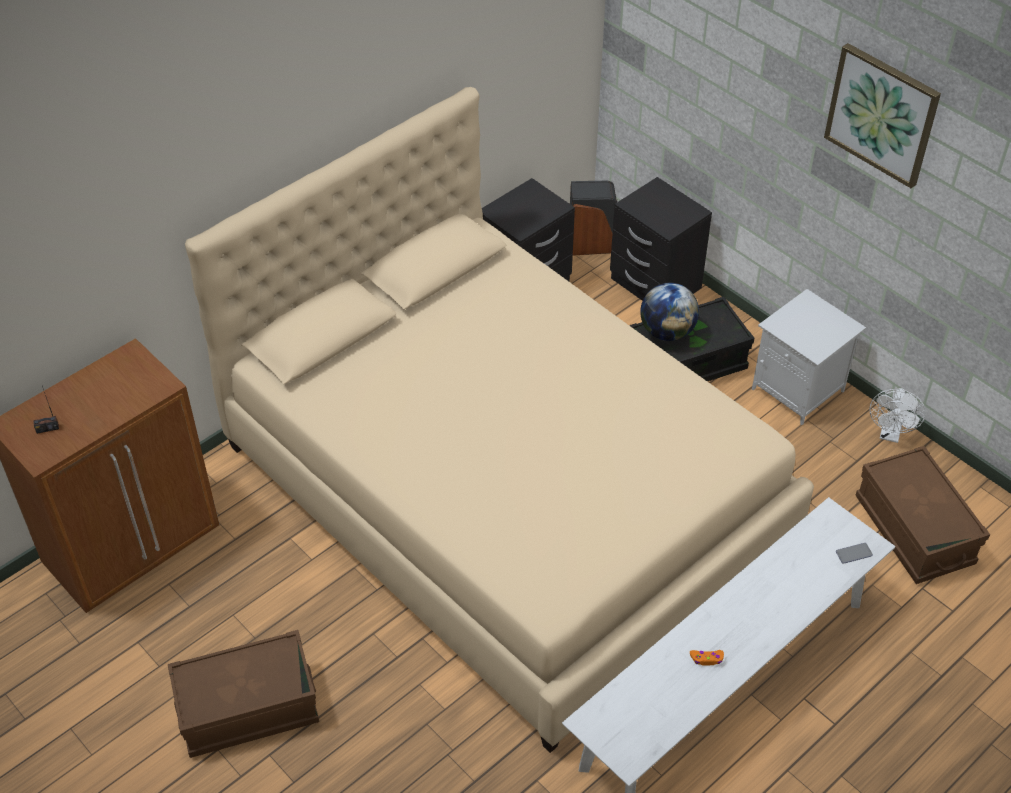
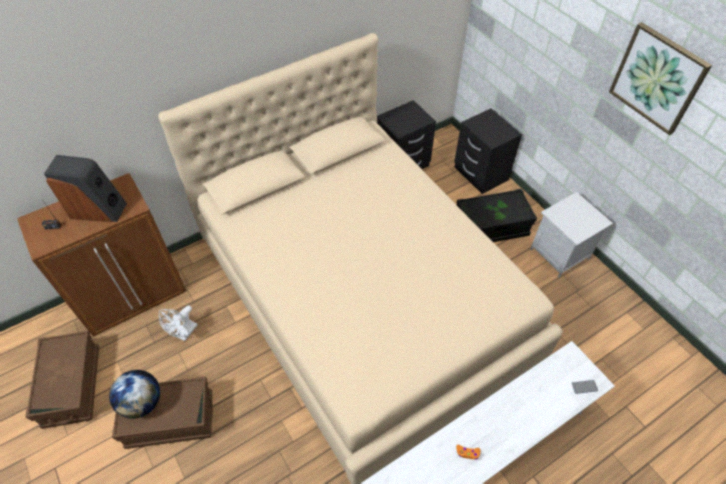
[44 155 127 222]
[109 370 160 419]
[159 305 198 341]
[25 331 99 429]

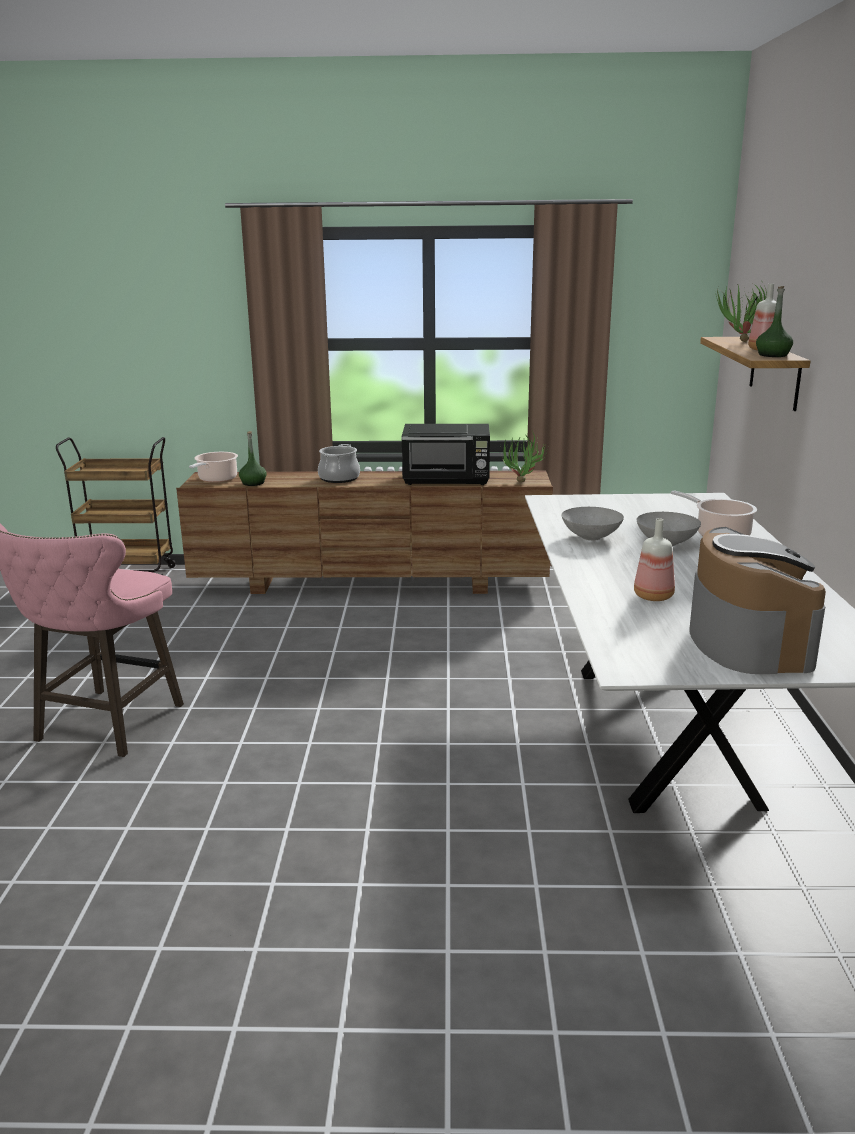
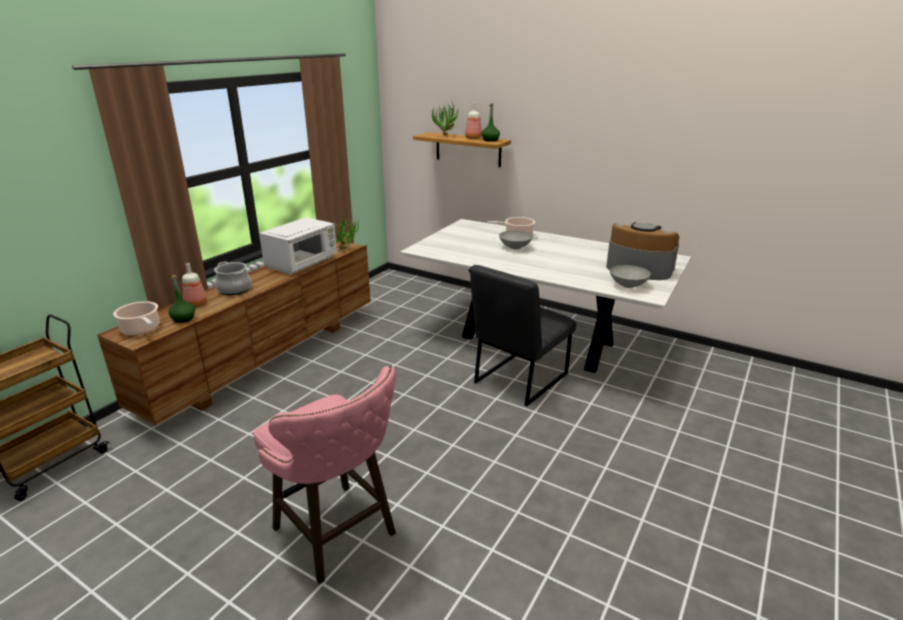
[259 217 337 275]
[610 265 651 288]
[182 263 207 307]
[470 265 576 406]

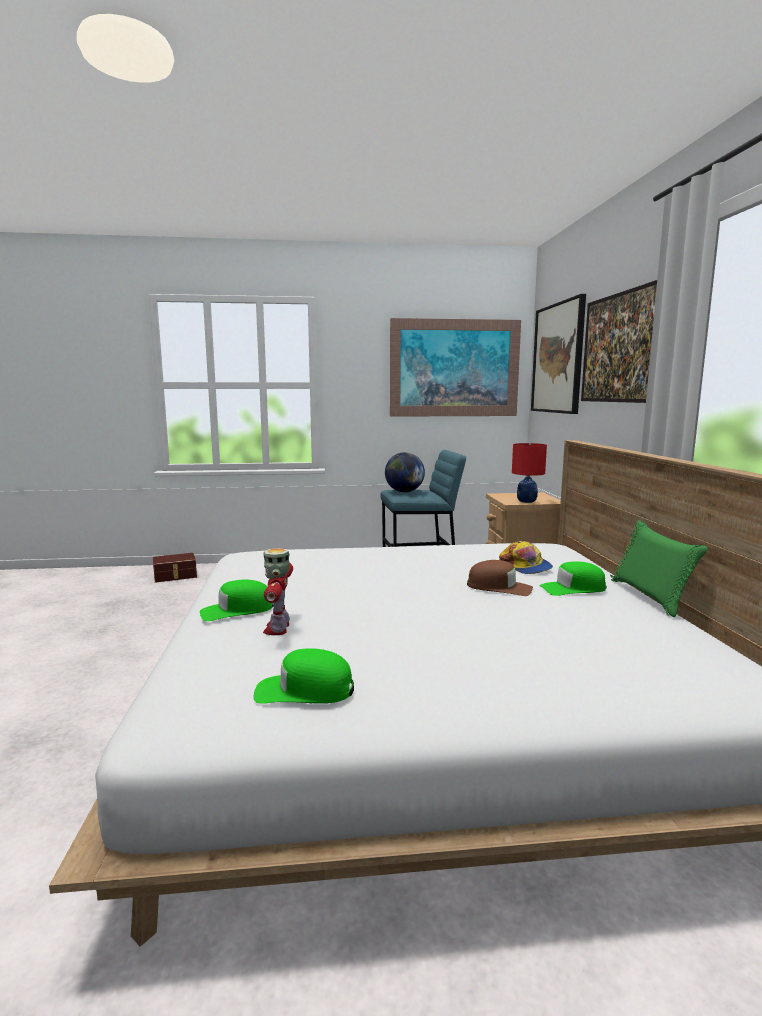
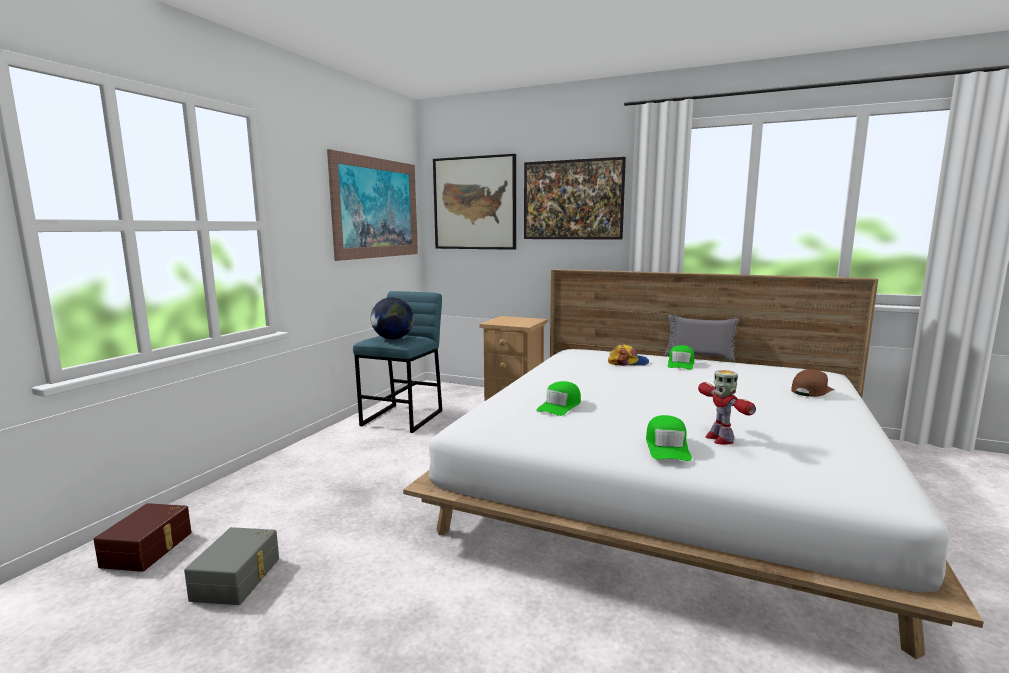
[512 443 547 503] (first image)
[664 314 739 362]
[698 370 756 445]
[791 369 834 397]
[536 381 581 416]
[184 527 279 605]

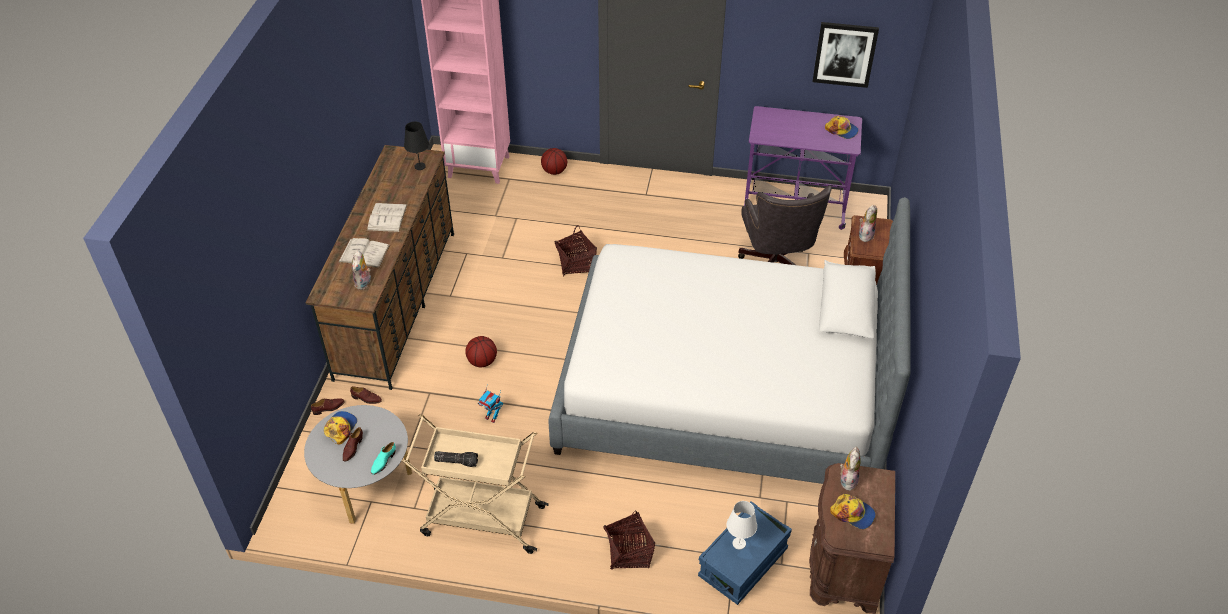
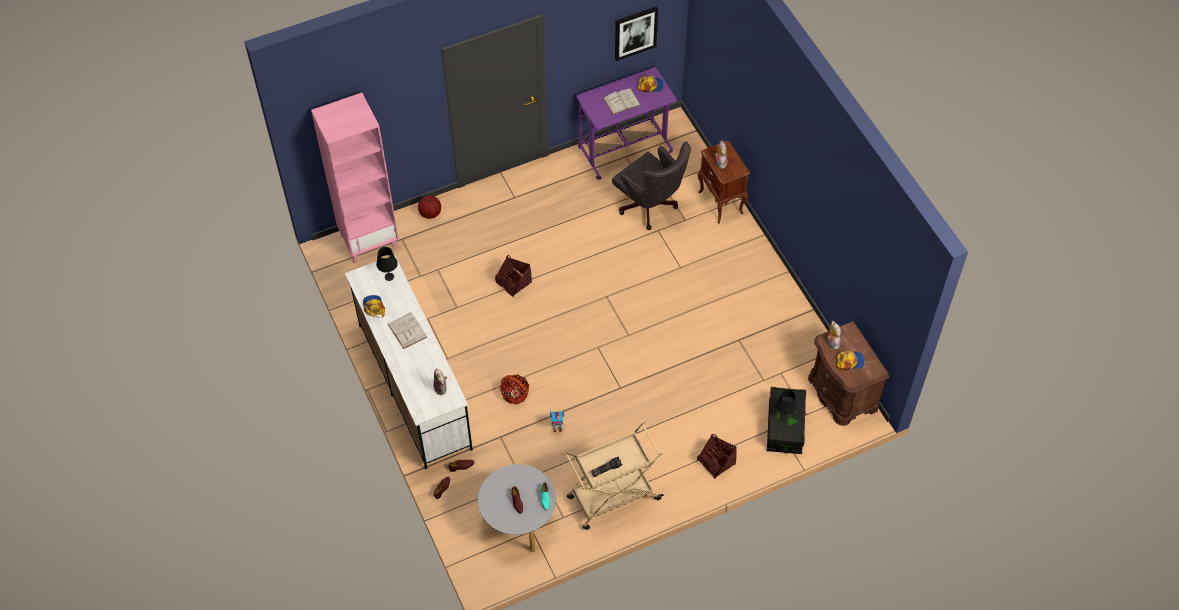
[345 255 473 469]
[548 197 911 484] (first image)
[603 88 641 115]
[500 374 529 404]
[363 295 385 317]
[767 387 806 454]
[776 389 797 421]

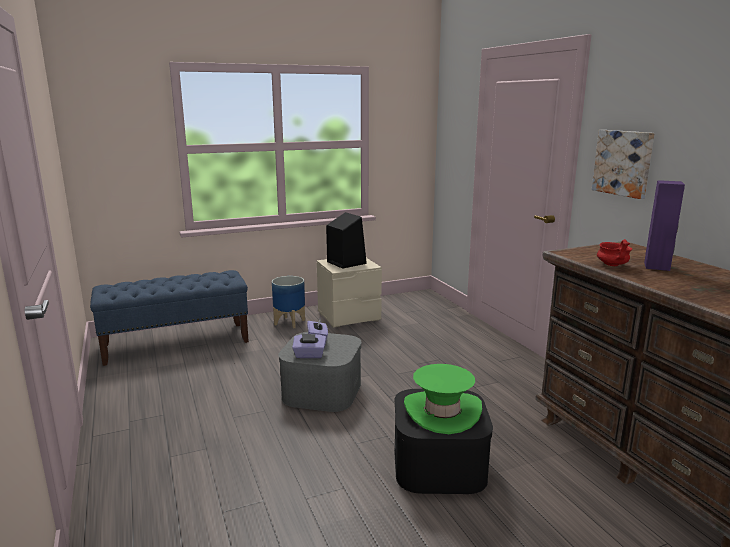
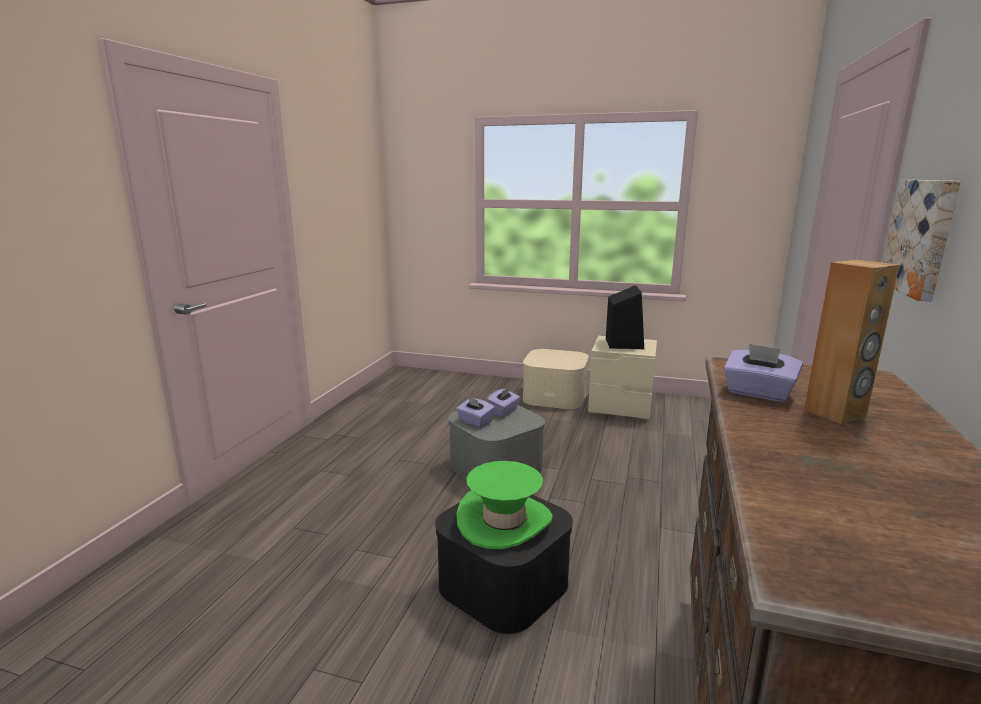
[804 260 899 424]
[724 343 803 402]
[90 270 249 366] (first image)
[523 349 589 409]

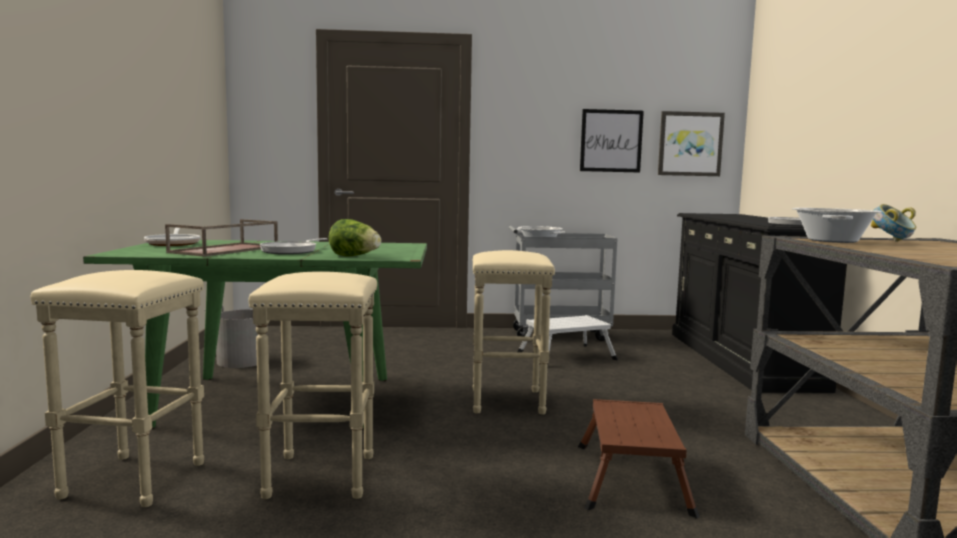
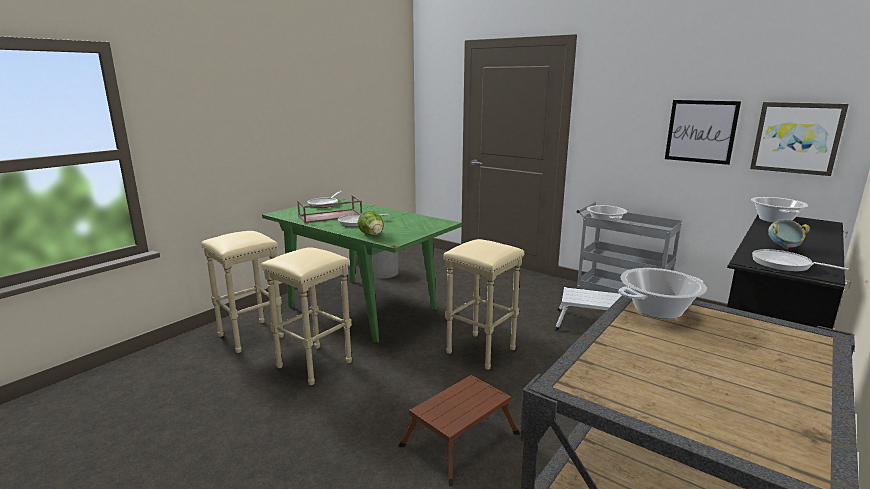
[768 219 810 249]
[751 197 808 223]

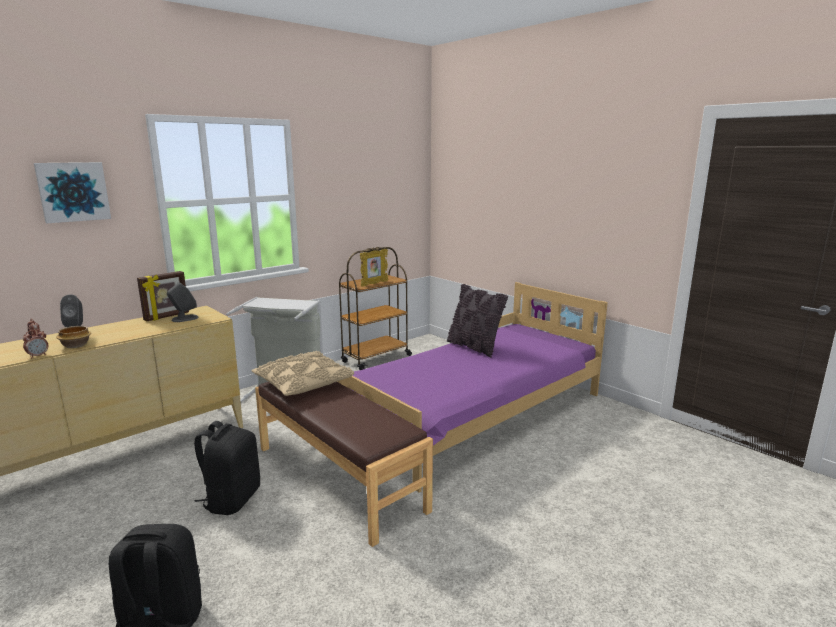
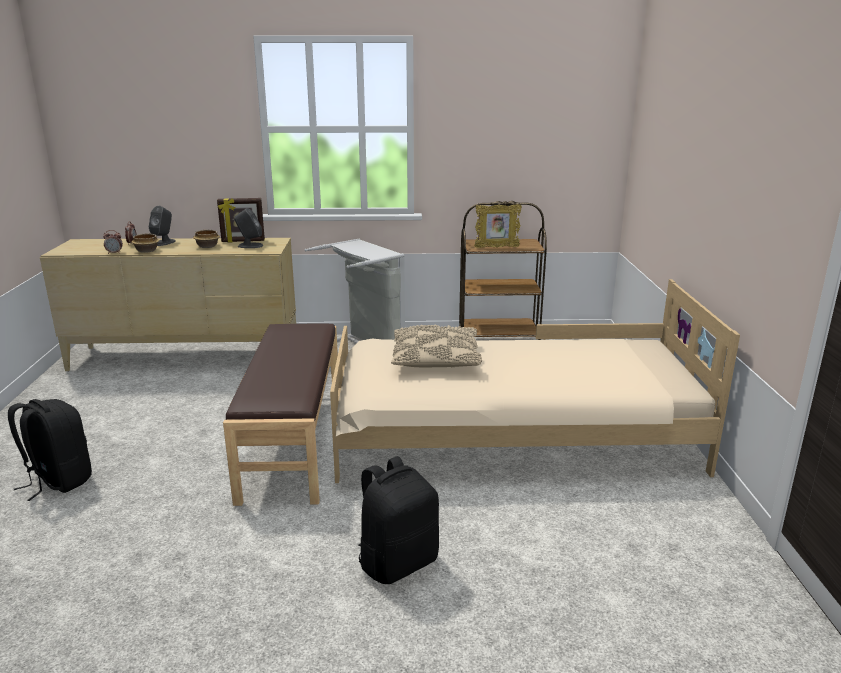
[34 162 111 223] (first image)
[330 279 740 483]
[447 284 508 358] (first image)
[391 325 482 367]
[359 456 439 584]
[193 230 220 248]

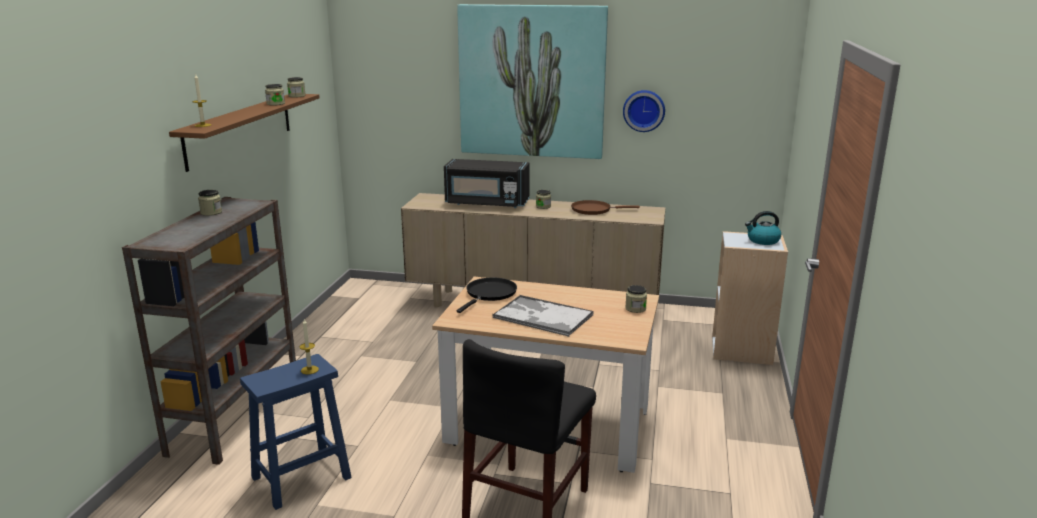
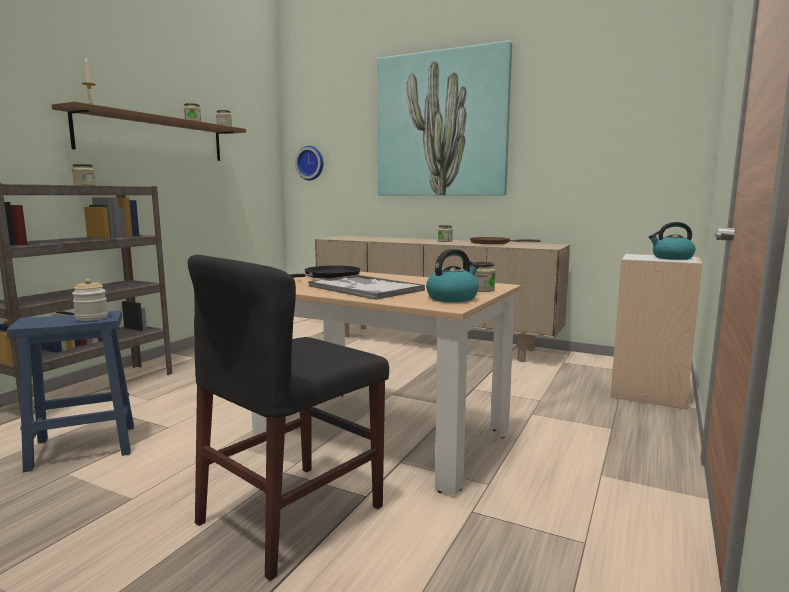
[295 146 323 181]
[444 159 530 208] (first image)
[72 279 108 321]
[426 249 479 302]

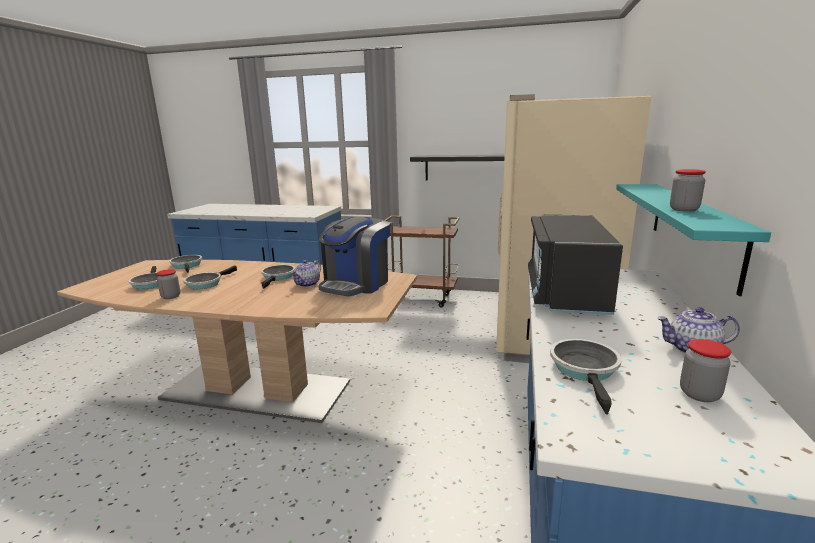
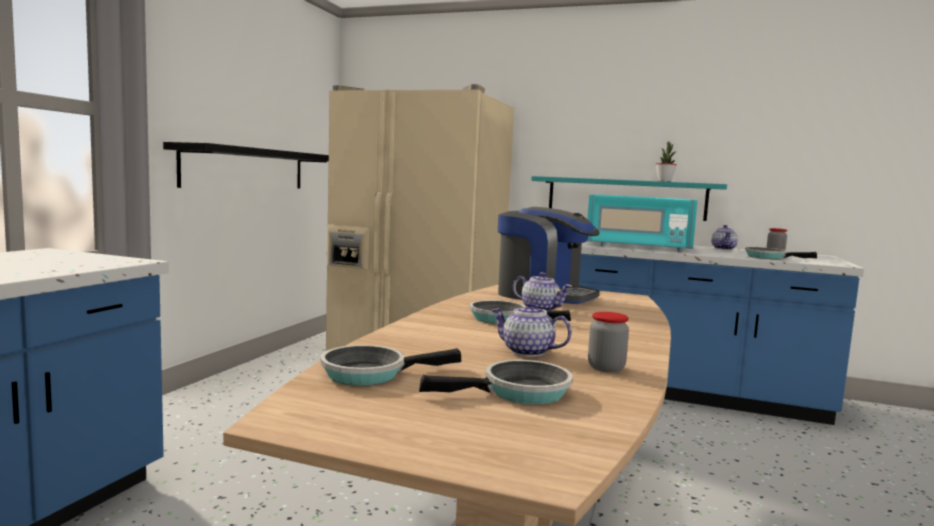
[656 142 677 182]
[587 195 698 252]
[384 216 460 308] (first image)
[491 301 572 357]

